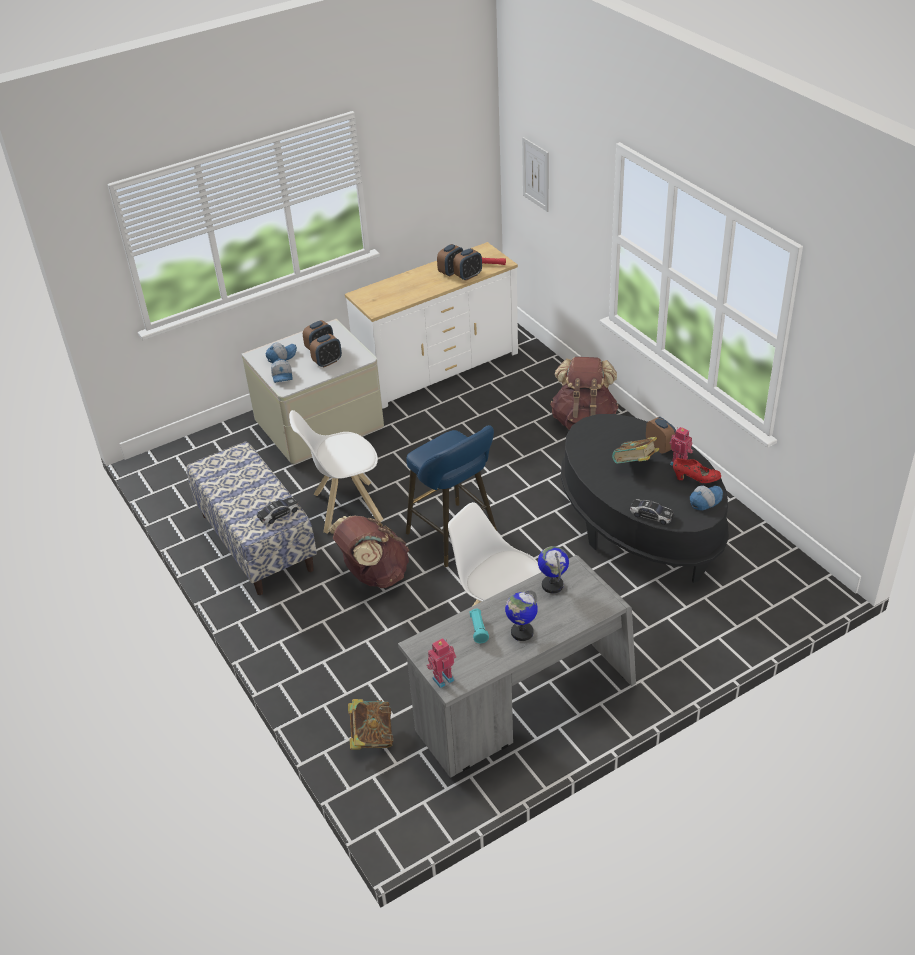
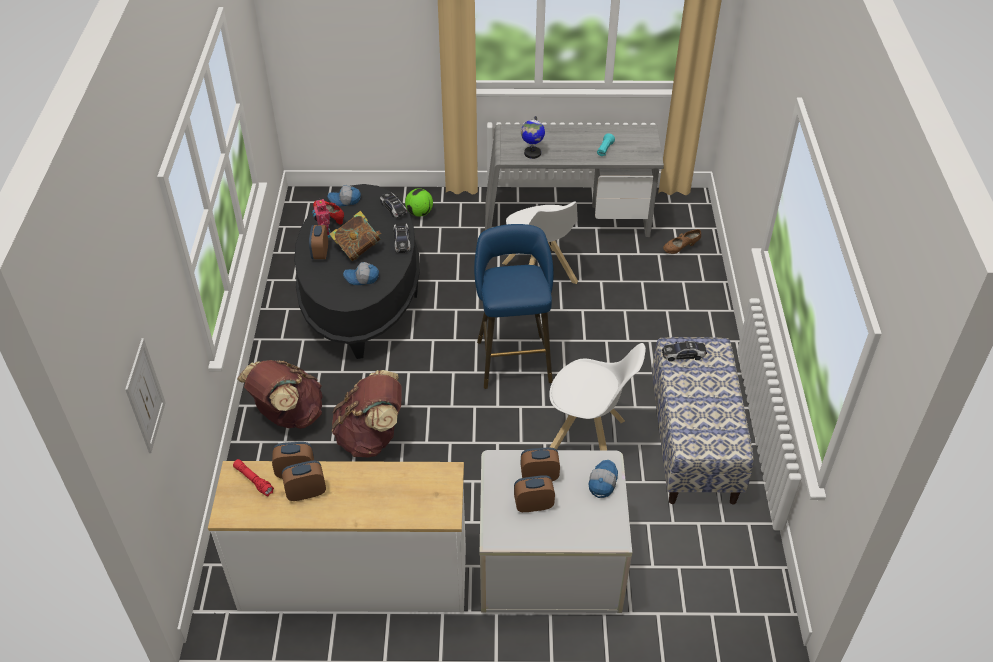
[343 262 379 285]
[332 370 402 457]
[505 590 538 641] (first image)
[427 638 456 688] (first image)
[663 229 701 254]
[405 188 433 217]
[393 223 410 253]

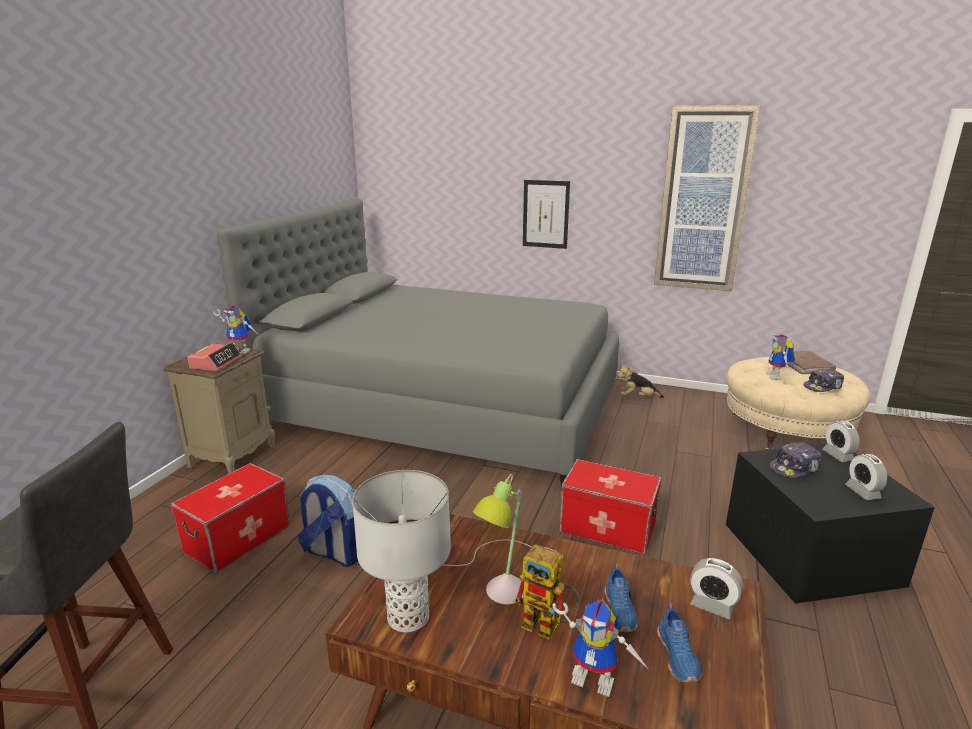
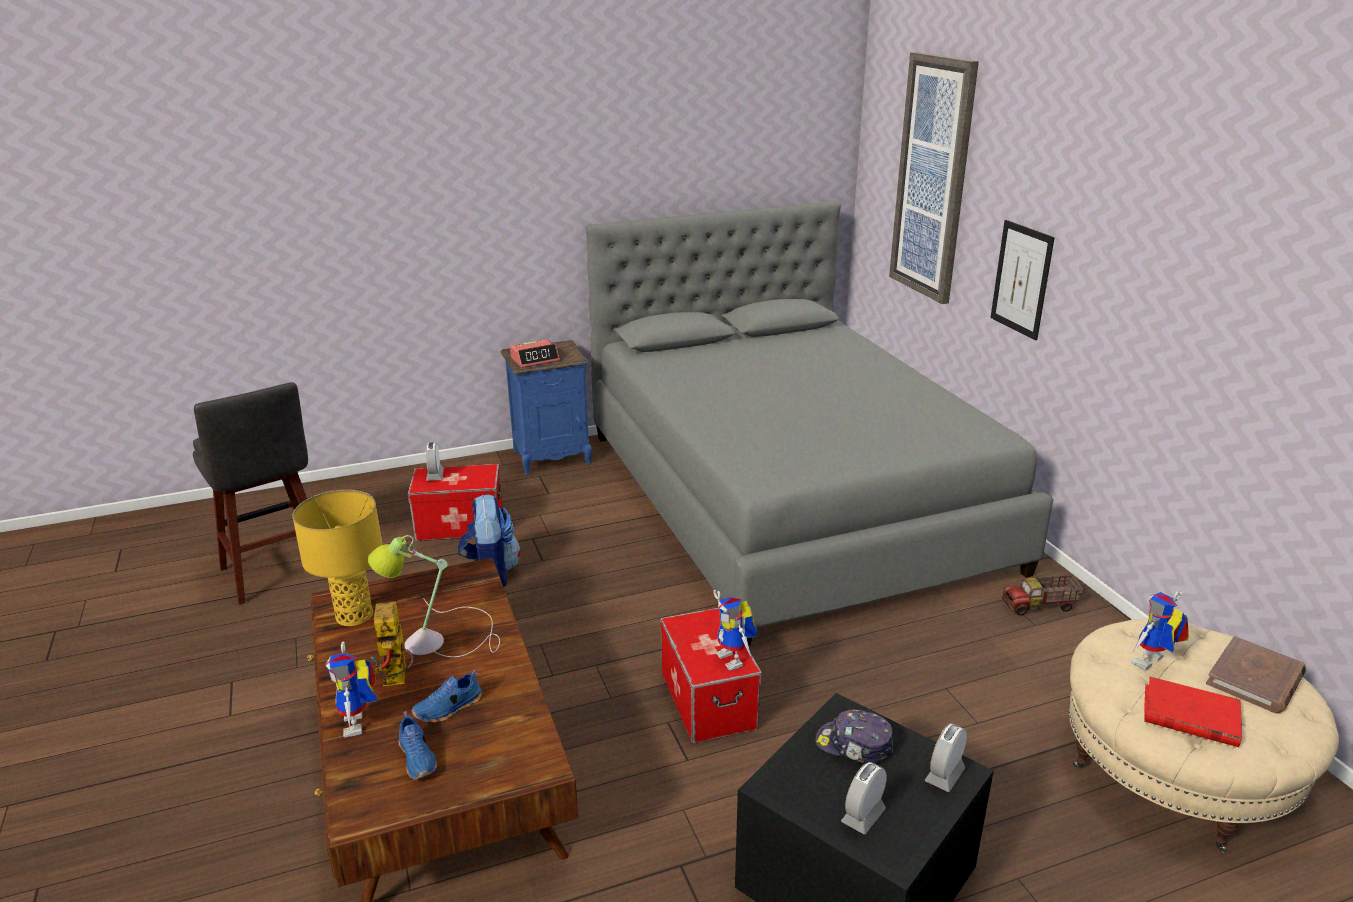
[889 52 979 304]
[714 590 757 671]
[500 340 592 476]
[1002 575 1083 616]
[1144 677 1242 747]
[292 490 383 626]
[426 442 444 481]
[399 711 437 780]

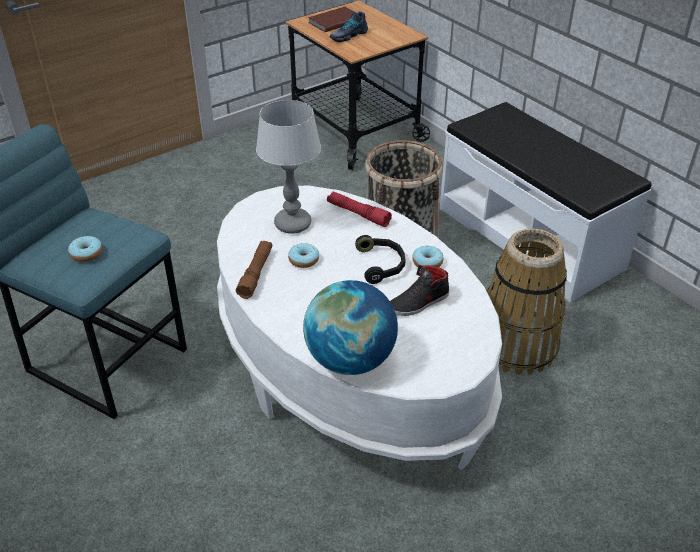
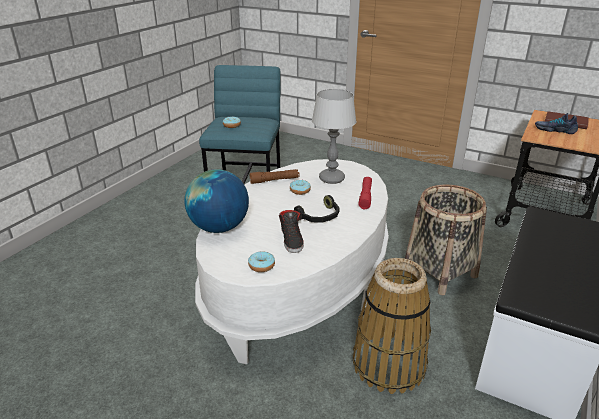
[248 251 275 272]
[279 210 304 253]

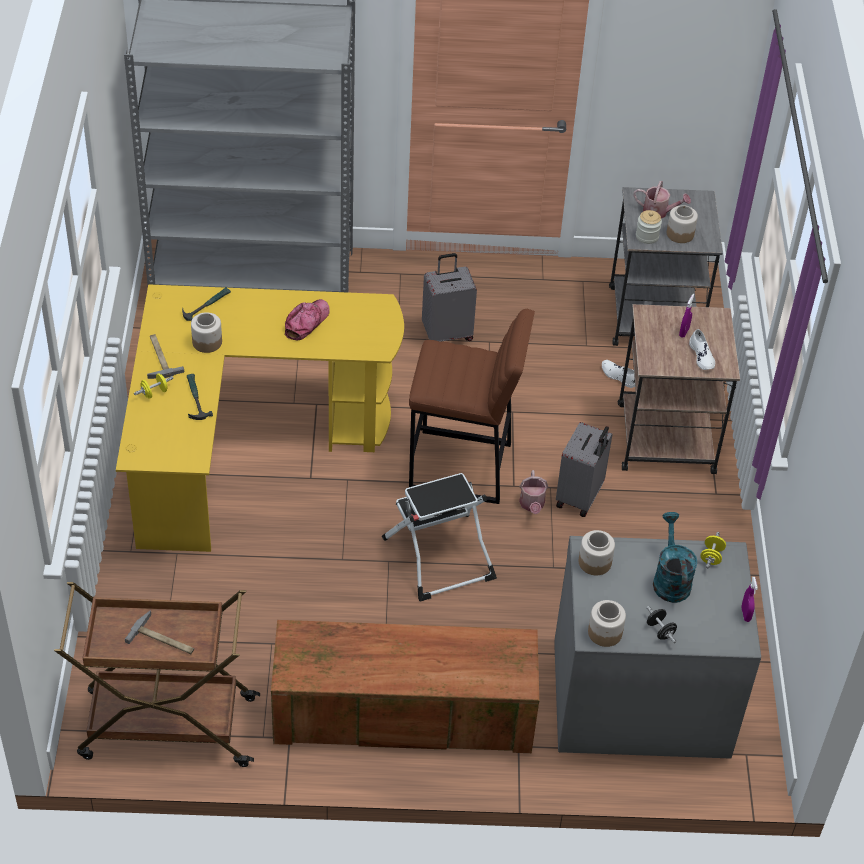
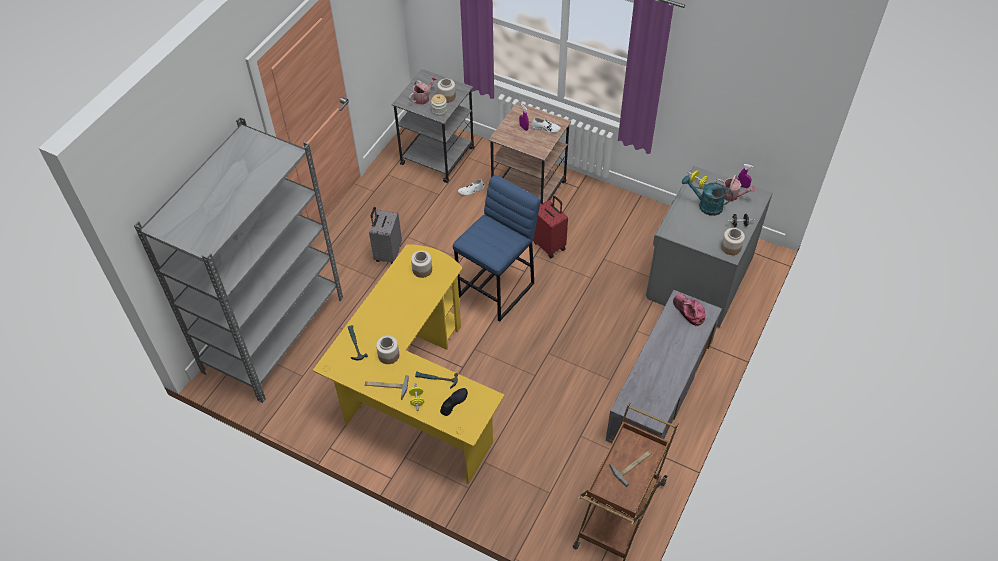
[673 294 705 326]
[453 175 541 322]
[533 196 568 258]
[715 175 756 201]
[382 473 497 601] (first image)
[411 251 432 278]
[606 290 722 443]
[440 388 468 416]

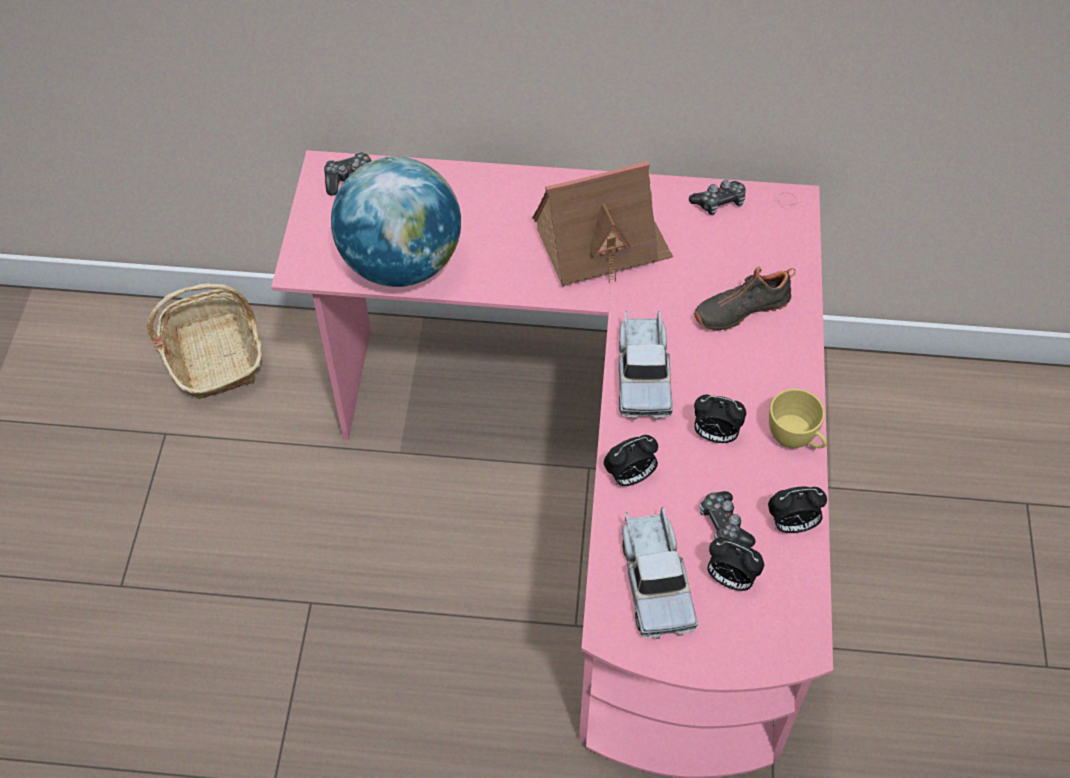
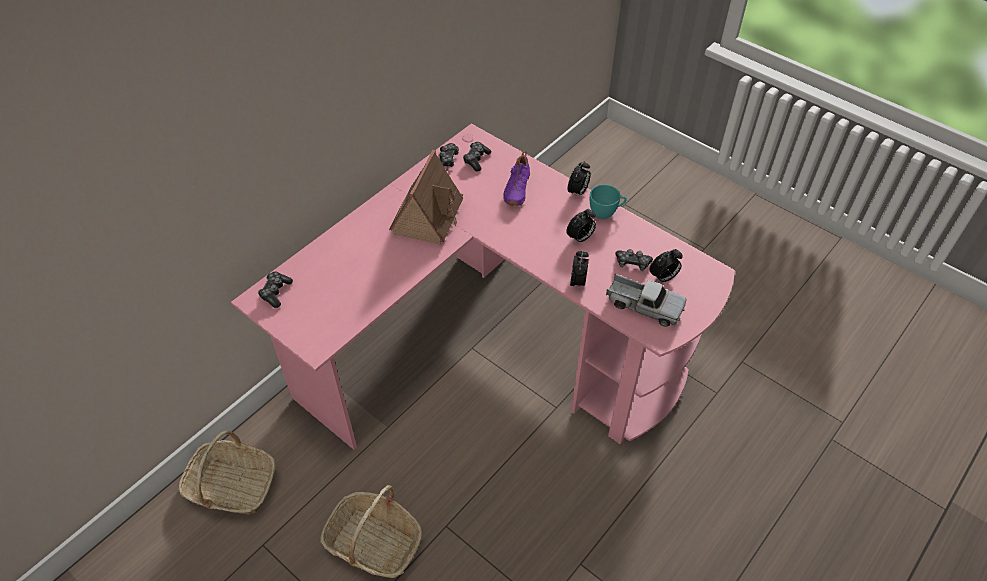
[331 157 461 287] (first image)
[504 151 530 206]
[619 311 673 420] (first image)
[590 185 627 219]
[567 161 591 198]
[463 142 491 172]
[320 485 422 578]

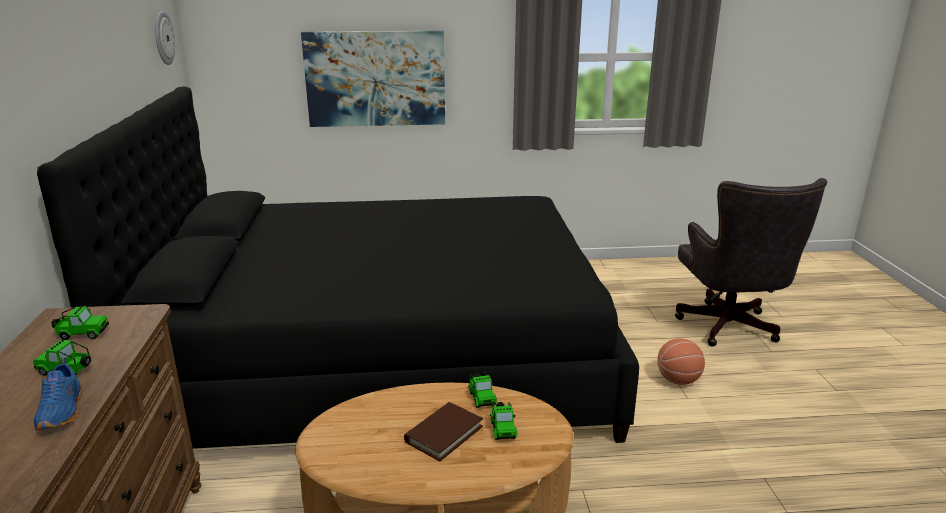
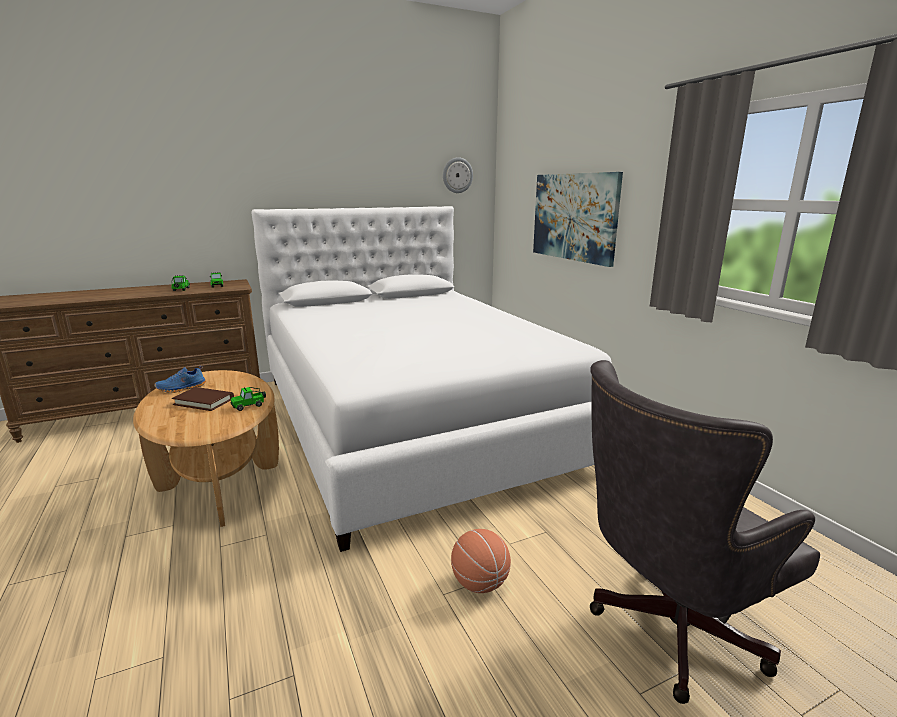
[251 206 612 552]
[154 366 206 393]
[490 402 517 440] (first image)

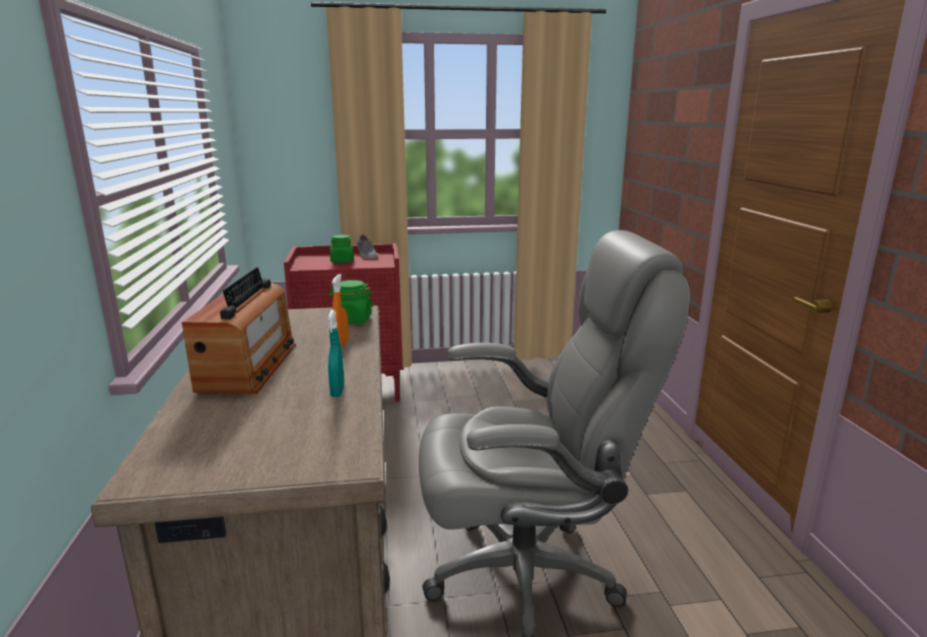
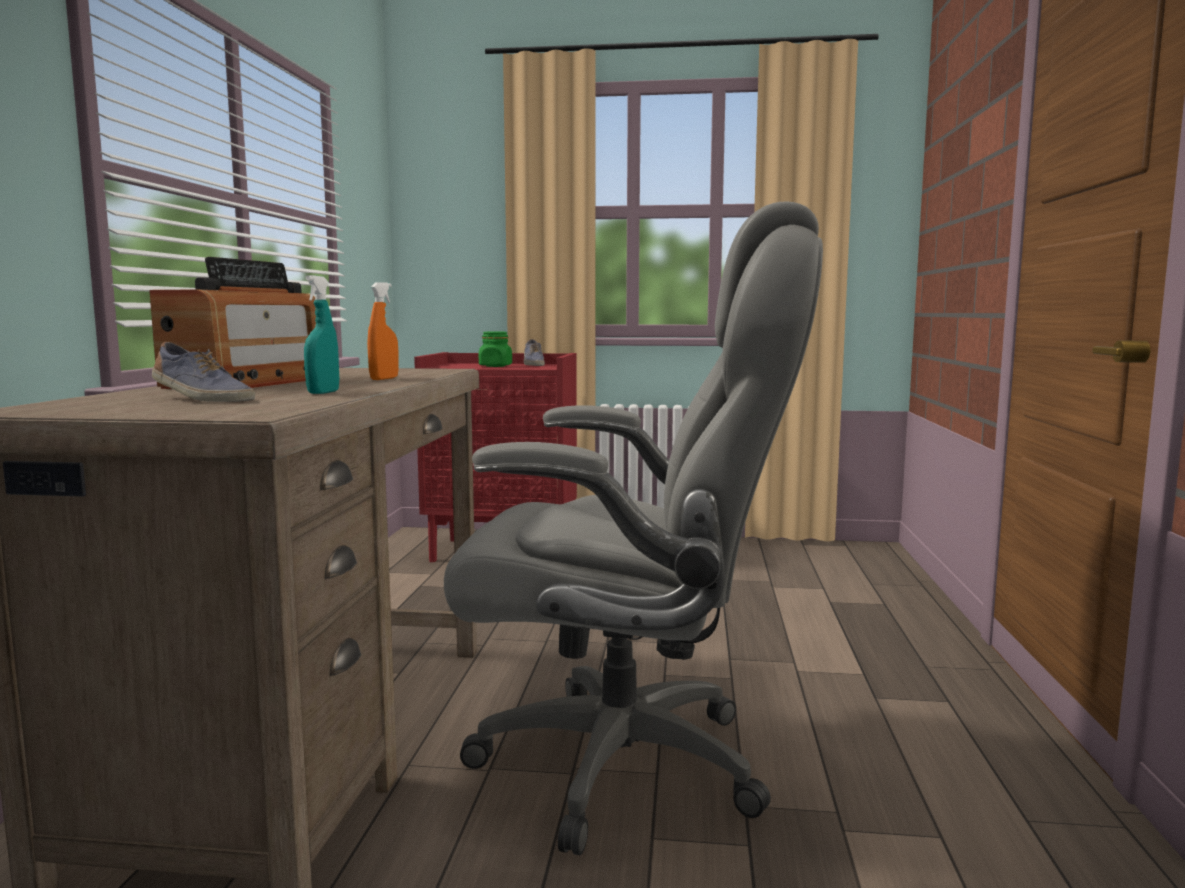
[329 280 374 324] (first image)
[152 342 255 402]

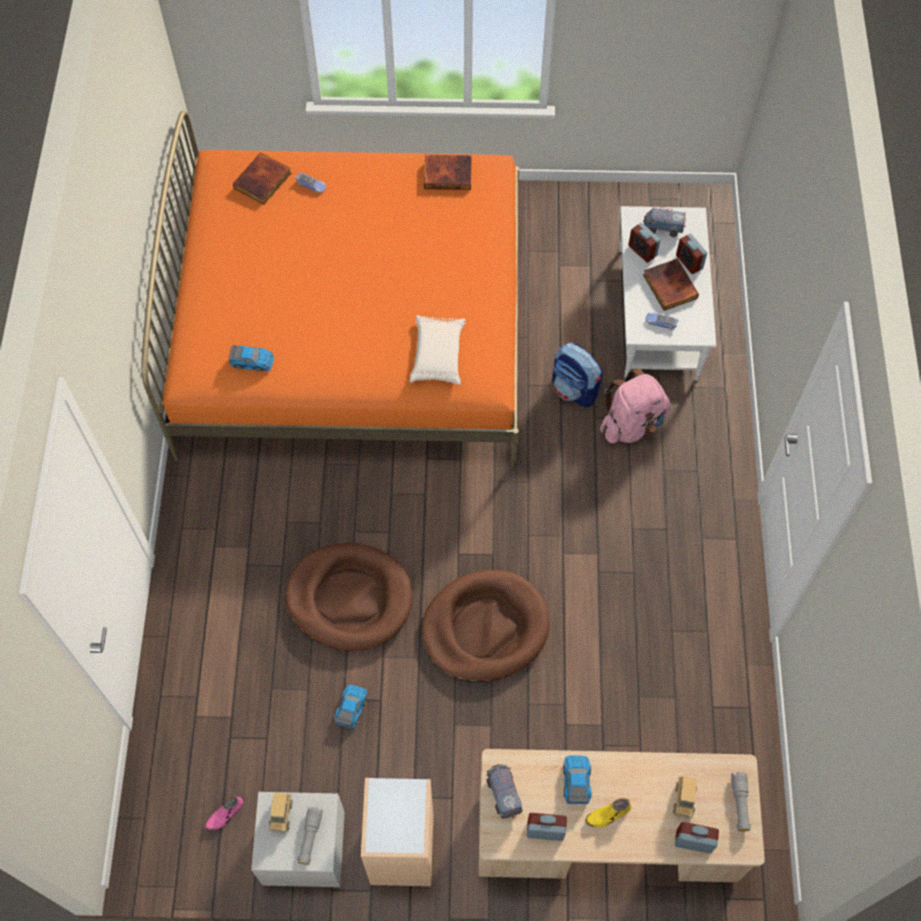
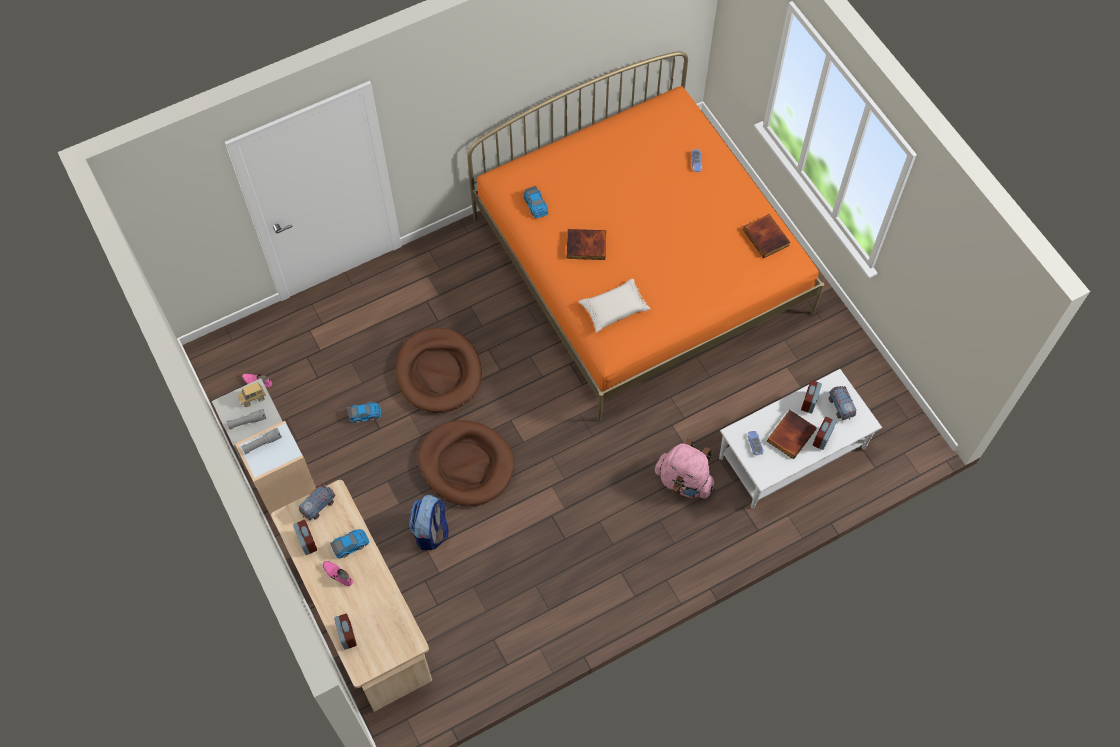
[567 229 606 260]
[409 495 448 550]
[241 428 282 454]
[673 776 697 818] (first image)
[323 561 353 586]

